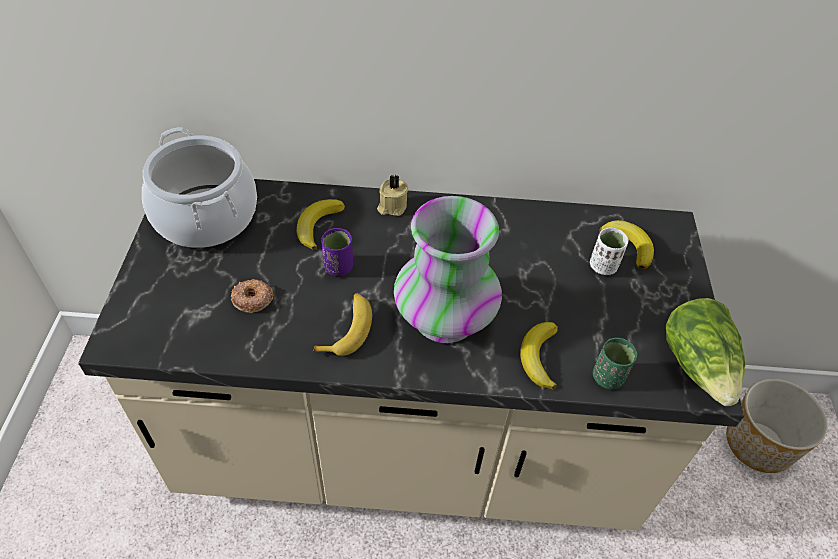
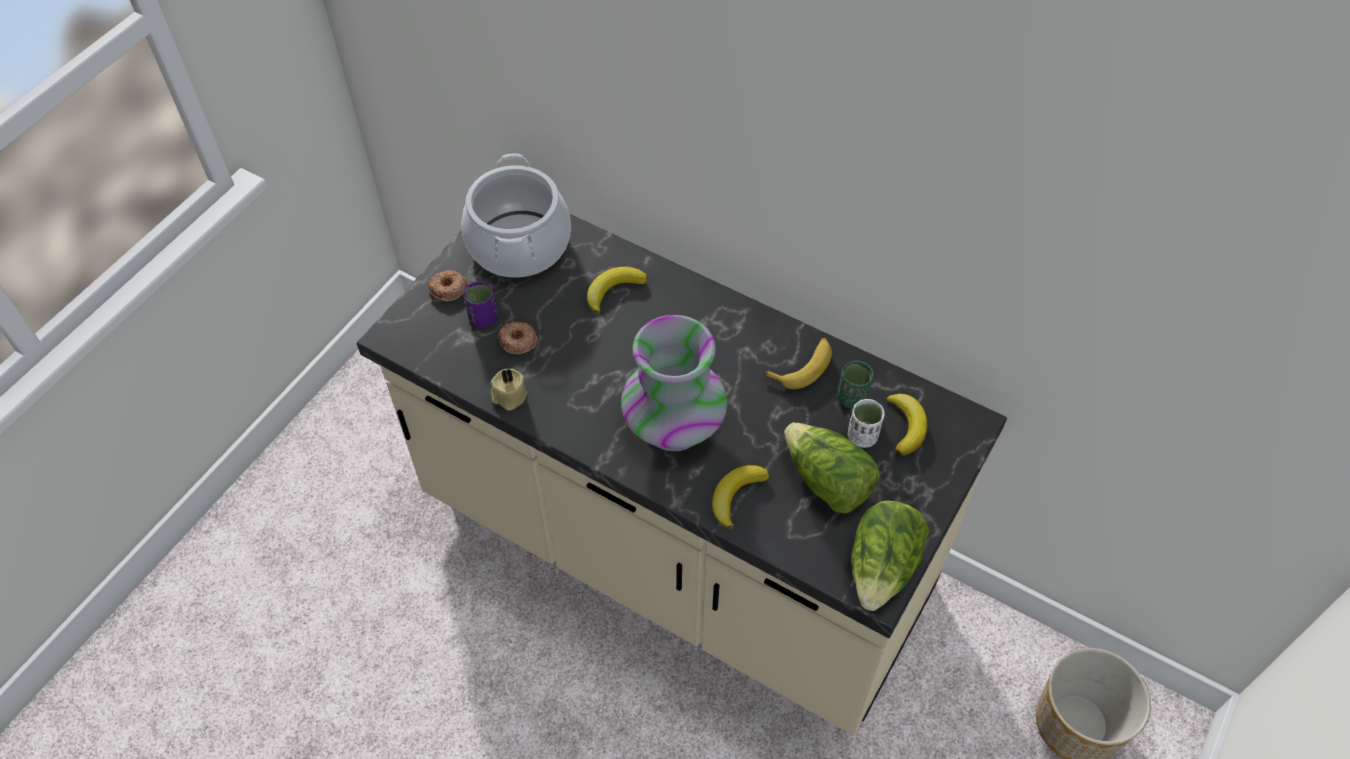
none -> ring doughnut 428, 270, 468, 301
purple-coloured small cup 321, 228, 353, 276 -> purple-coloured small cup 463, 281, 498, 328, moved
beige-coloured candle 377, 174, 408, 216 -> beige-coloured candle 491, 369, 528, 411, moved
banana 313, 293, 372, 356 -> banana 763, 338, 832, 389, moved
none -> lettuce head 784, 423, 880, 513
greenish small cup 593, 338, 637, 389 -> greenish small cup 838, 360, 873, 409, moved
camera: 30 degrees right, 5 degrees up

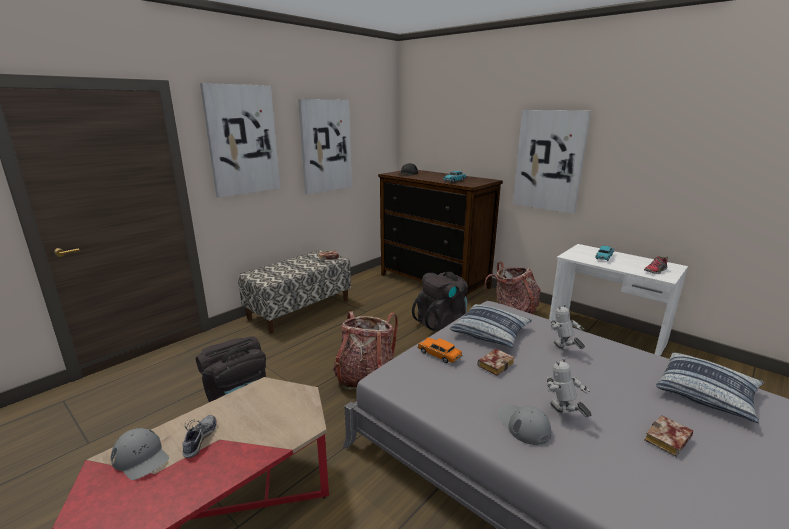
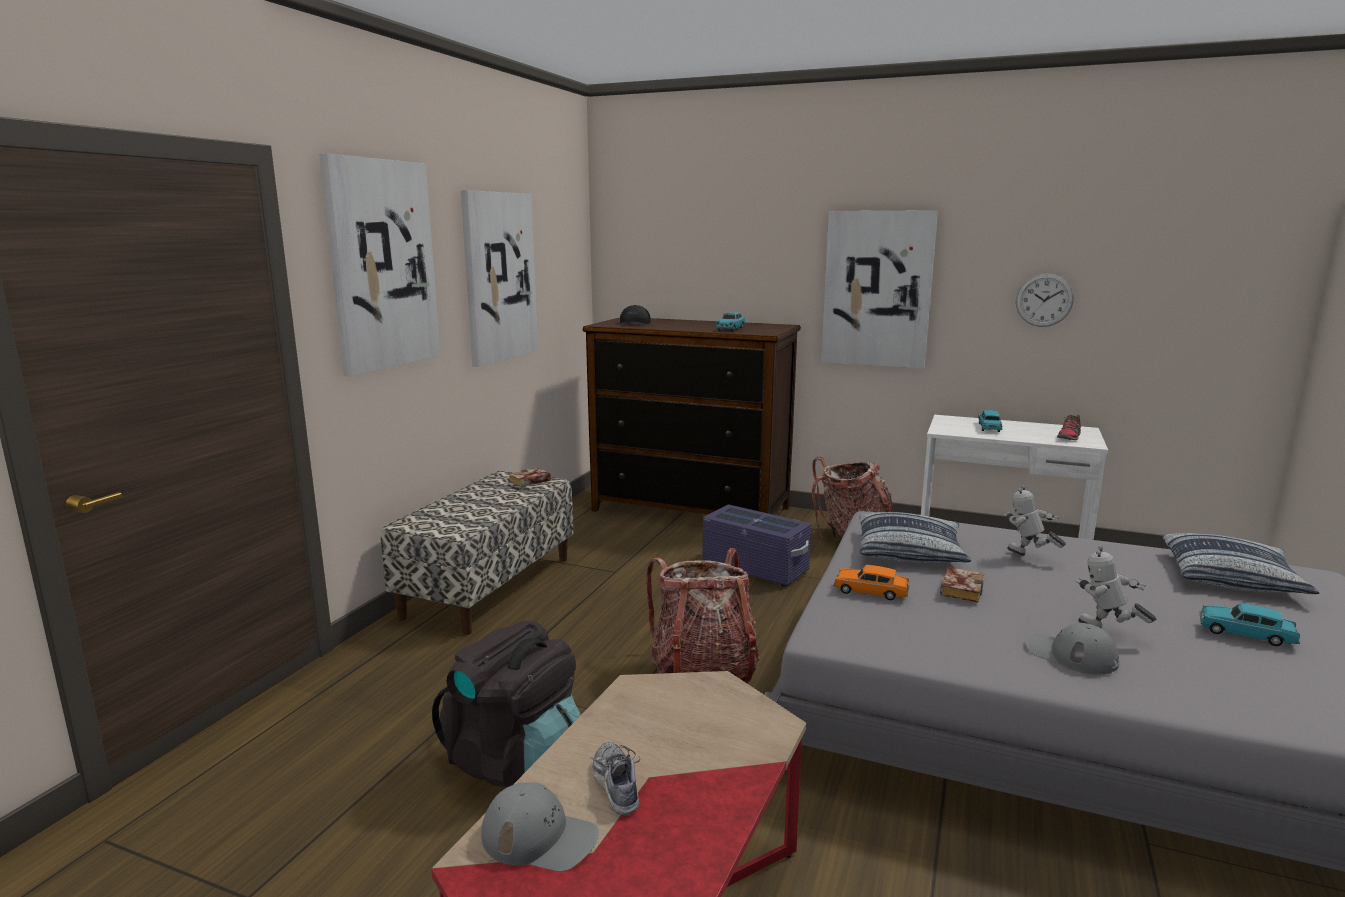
black-coloured backpack 412, 272, 468, 332 -> purple-coloured storage container 703, 504, 812, 586
none -> hanging clock 1016, 273, 1074, 327
book 645, 415, 693, 457 -> blue-green toy car 1199, 603, 1300, 646
camera: 20 degrees left, 5 degrees down

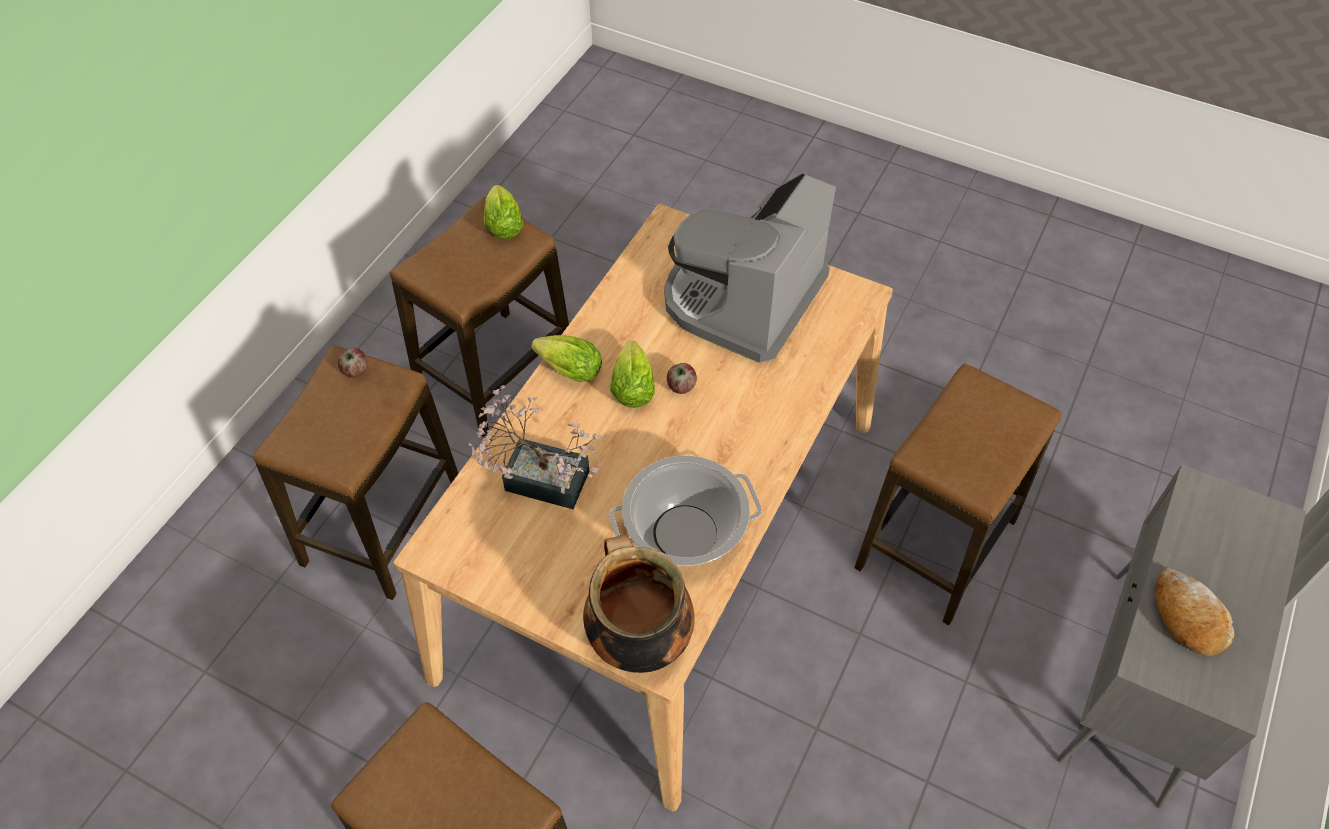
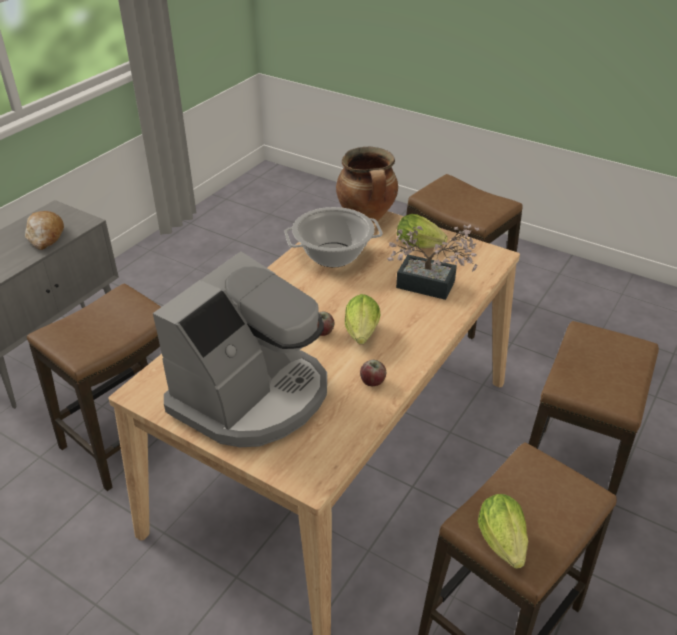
apple 338, 348, 368, 378 -> apple 360, 360, 386, 386, moved
lettuce head 531, 335, 602, 382 -> lettuce head 397, 214, 448, 248, moved
camera: 175 degrees left, 15 degrees down

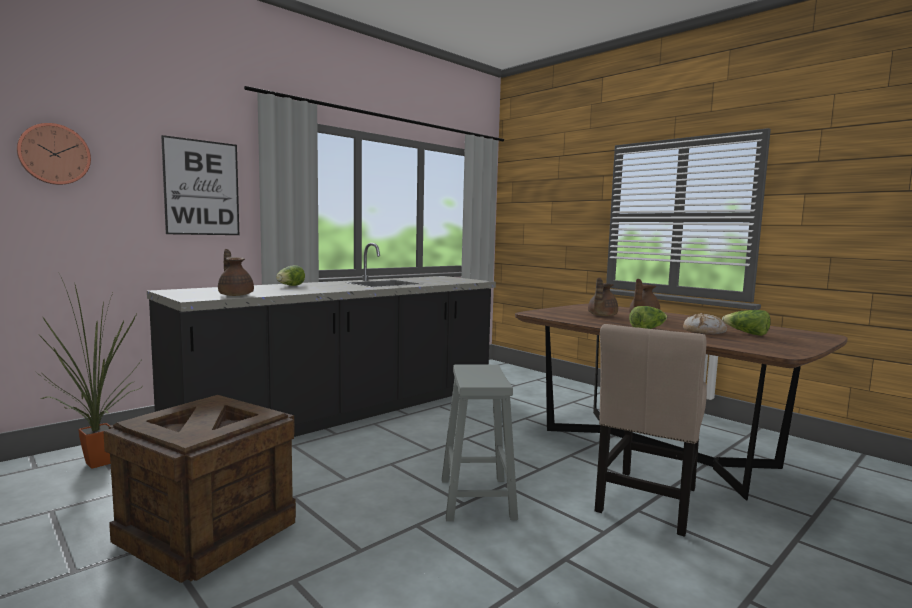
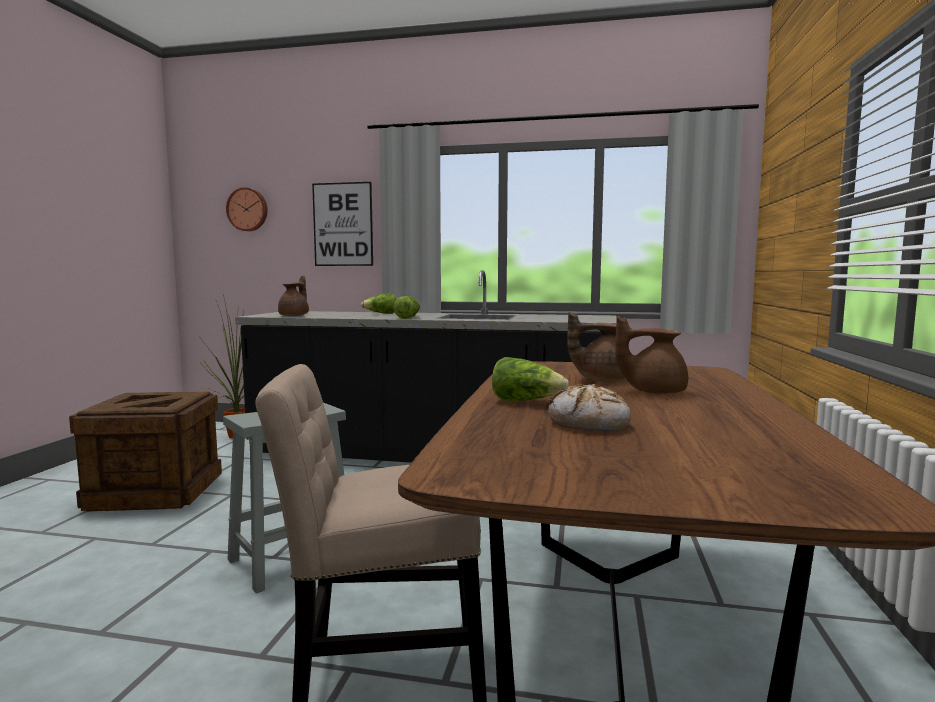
lettuce head 722, 310, 771, 336 -> lettuce head 393, 296, 420, 319, moved
camera: 55 degrees right, 0 degrees up

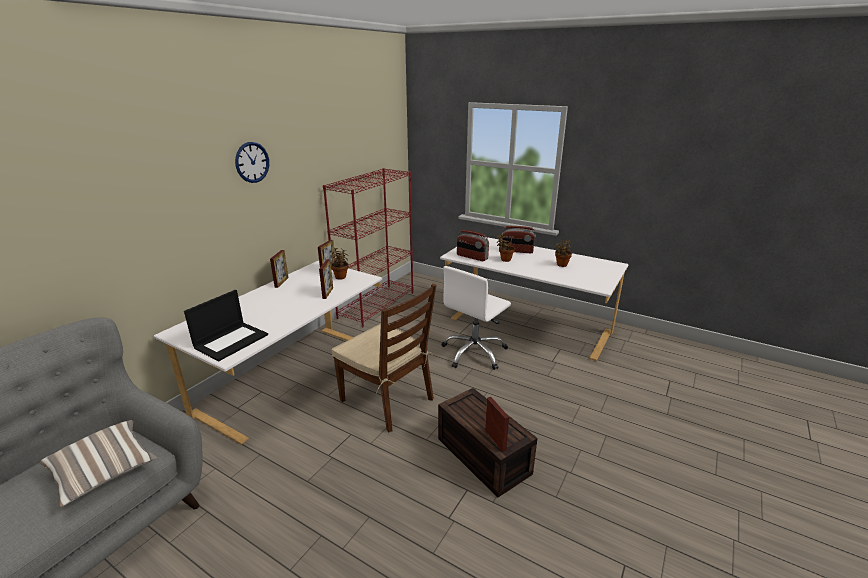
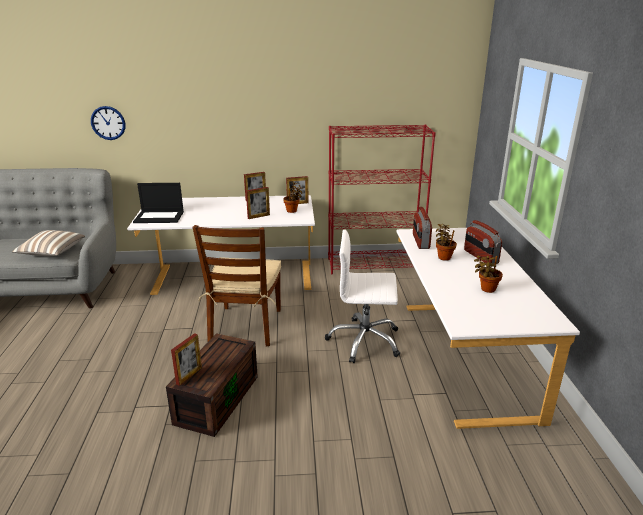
hanging clock 235, 142, 269, 183 -> hanging clock 91, 106, 125, 140, moved
camera: 55 degrees right, 0 degrees up

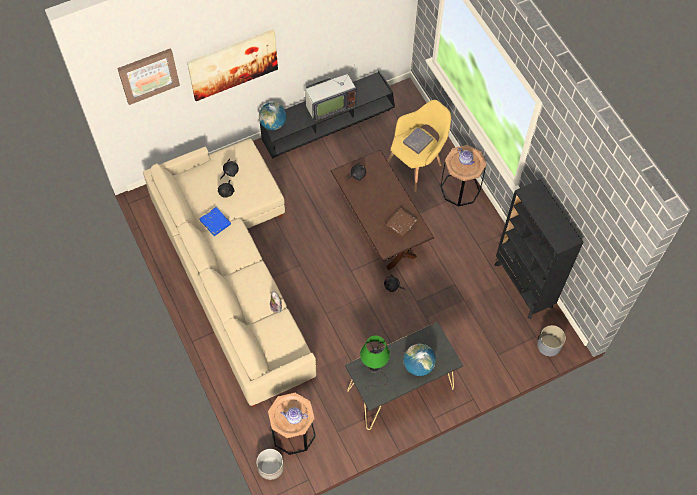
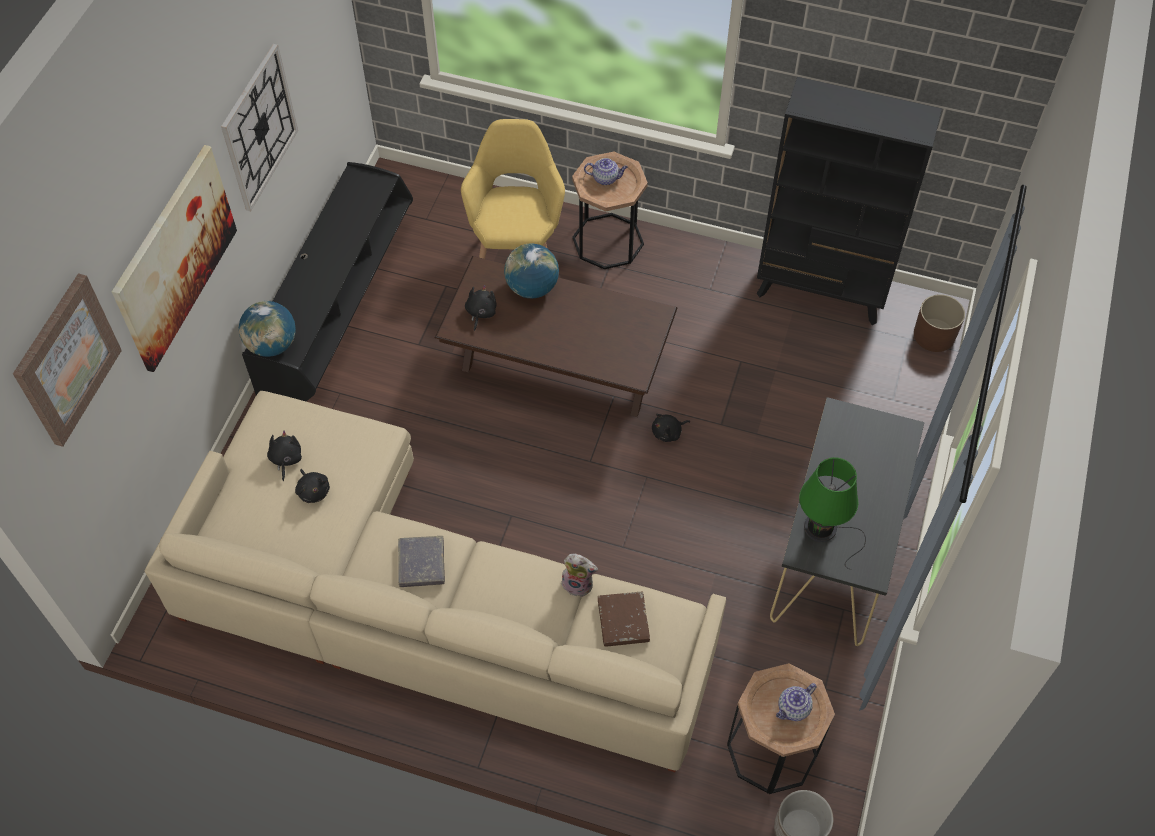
none -> hanging clock 221, 44, 298, 212
gray book 403, 127, 433, 154 -> gray book 398, 536, 445, 587, moved
desk globe 404, 344, 436, 376 -> desk globe 504, 243, 559, 298, moved
brown book 386, 209, 418, 238 -> brown book 598, 591, 650, 647, moved
gray planter 537, 325, 566, 356 -> brown planter 914, 294, 965, 352
bluish book 199, 207, 231, 236 -> none
television 305, 65, 357, 121 -> none
camera: 45 degrees left, 5 degrees down

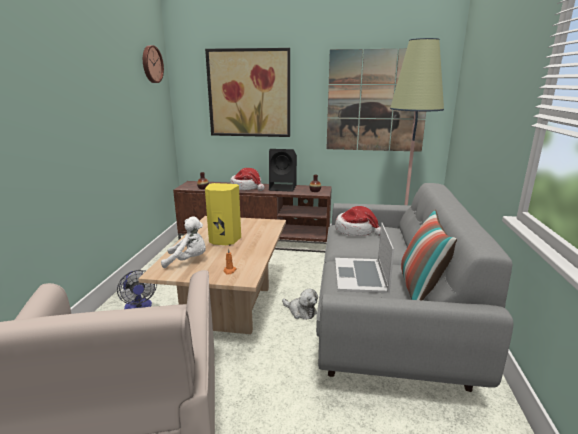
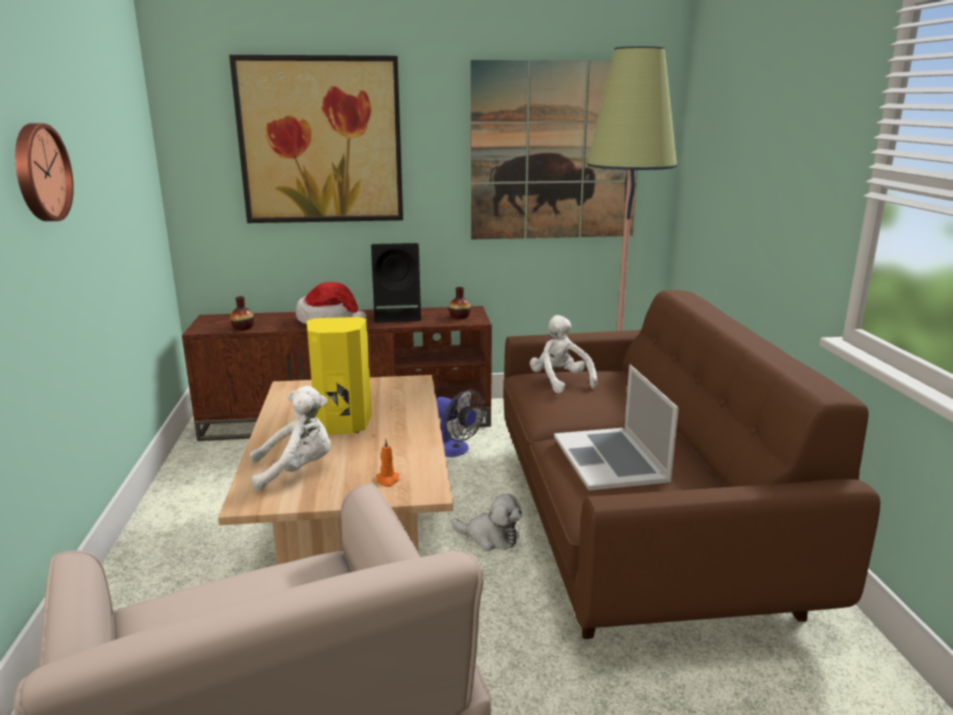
hanging clock 143, 45, 164, 83 -> hanging clock 15, 123, 74, 221, moved
cooling fan 117, 270, 157, 309 -> cooling fan 436, 389, 485, 457, moved
gray couch 316, 183, 514, 392 -> brown couch 503, 290, 880, 639
hat 335, 206, 381, 236 -> white plush toy 530, 315, 597, 394
cushion 401, 210, 457, 301 -> none
camera: 15 degrees left, 0 degrees up

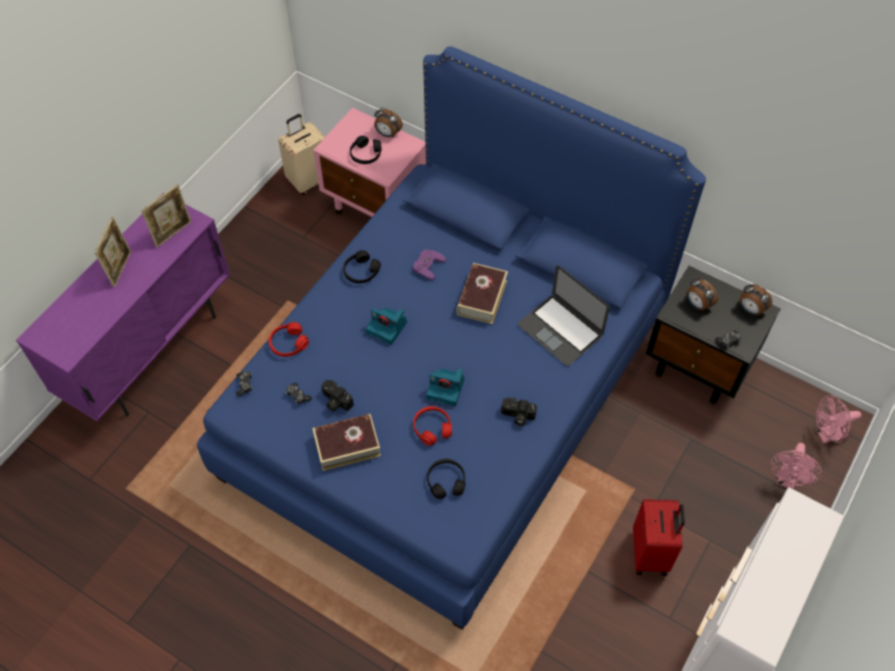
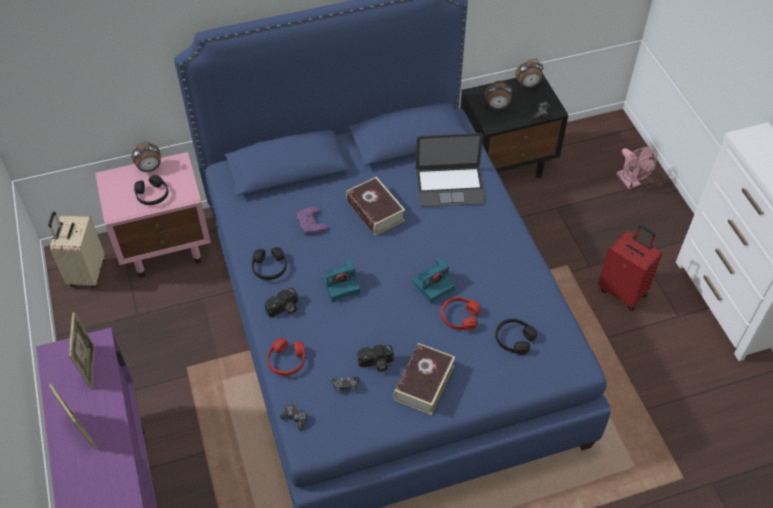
photo camera 501, 397, 537, 426 -> photo camera 265, 287, 298, 318, moved
pink cooling fan 816, 395, 861, 444 -> none
camera: 50 degrees left, 5 degrees down

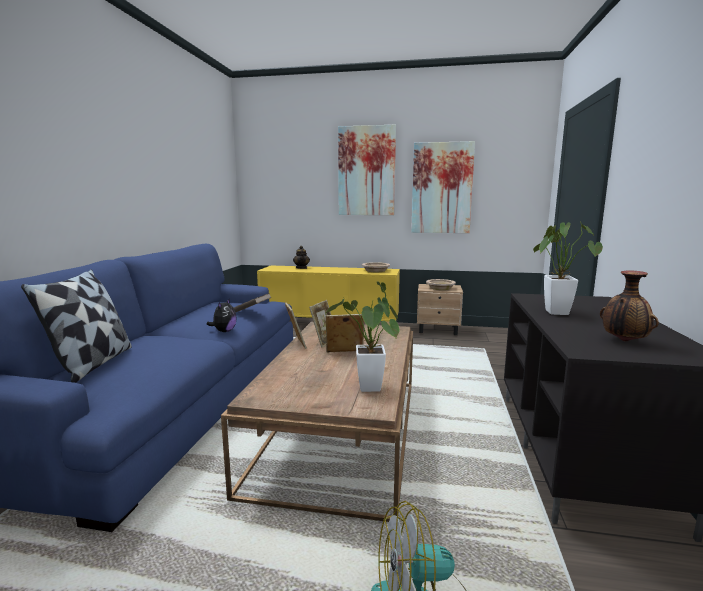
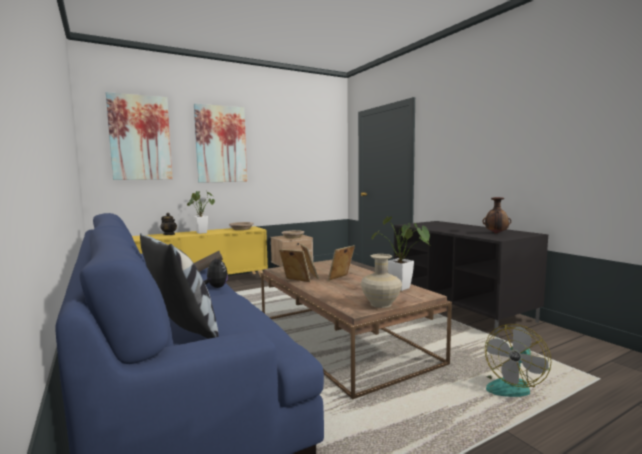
picture 411, 141, 475, 233 -> picture 106, 92, 173, 180, moved
potted plant 533, 221, 603, 315 -> potted plant 187, 191, 215, 234, moved
none -> beige-coloured vase 361, 254, 402, 308
camera: 40 degrees left, 5 degrees down

